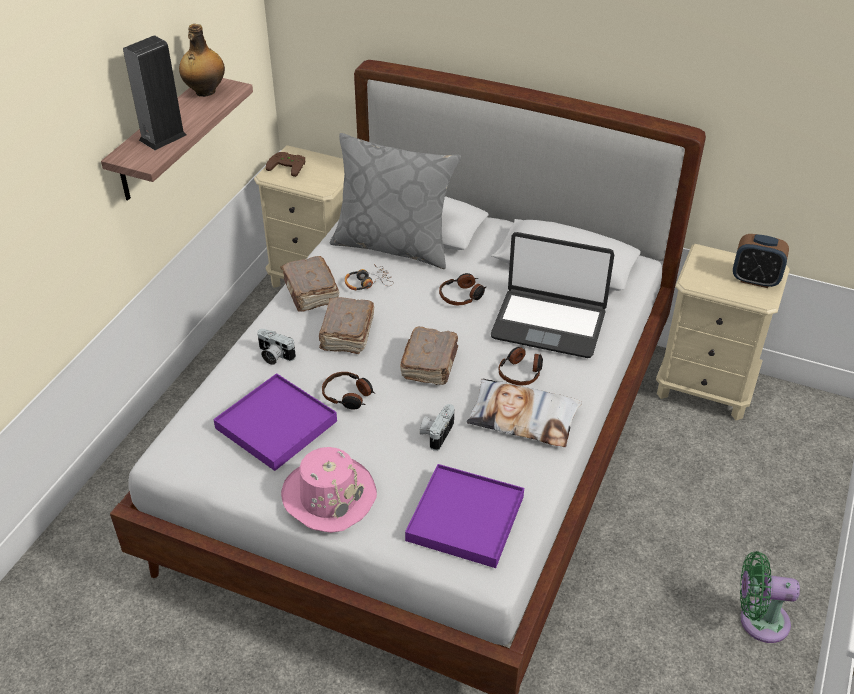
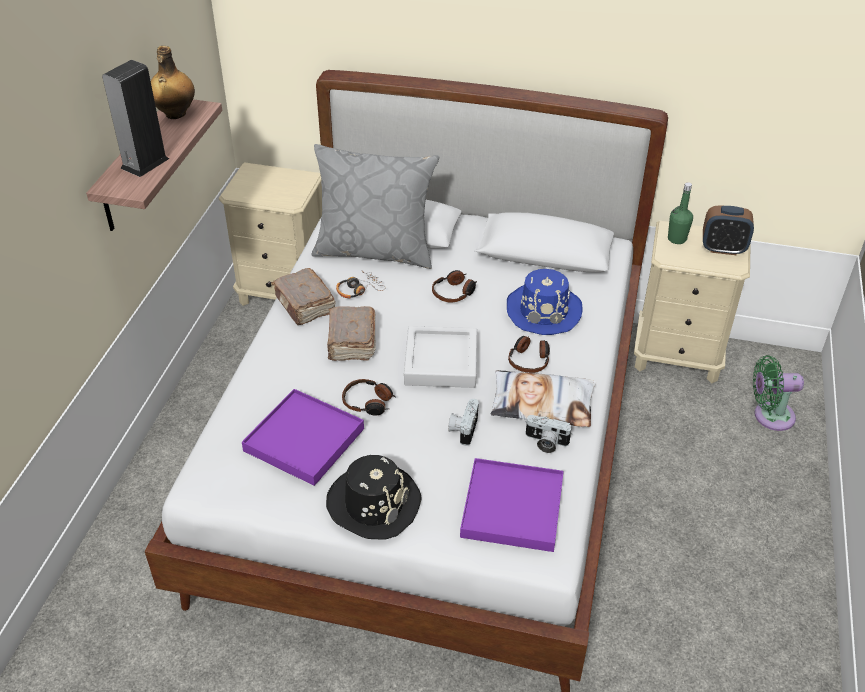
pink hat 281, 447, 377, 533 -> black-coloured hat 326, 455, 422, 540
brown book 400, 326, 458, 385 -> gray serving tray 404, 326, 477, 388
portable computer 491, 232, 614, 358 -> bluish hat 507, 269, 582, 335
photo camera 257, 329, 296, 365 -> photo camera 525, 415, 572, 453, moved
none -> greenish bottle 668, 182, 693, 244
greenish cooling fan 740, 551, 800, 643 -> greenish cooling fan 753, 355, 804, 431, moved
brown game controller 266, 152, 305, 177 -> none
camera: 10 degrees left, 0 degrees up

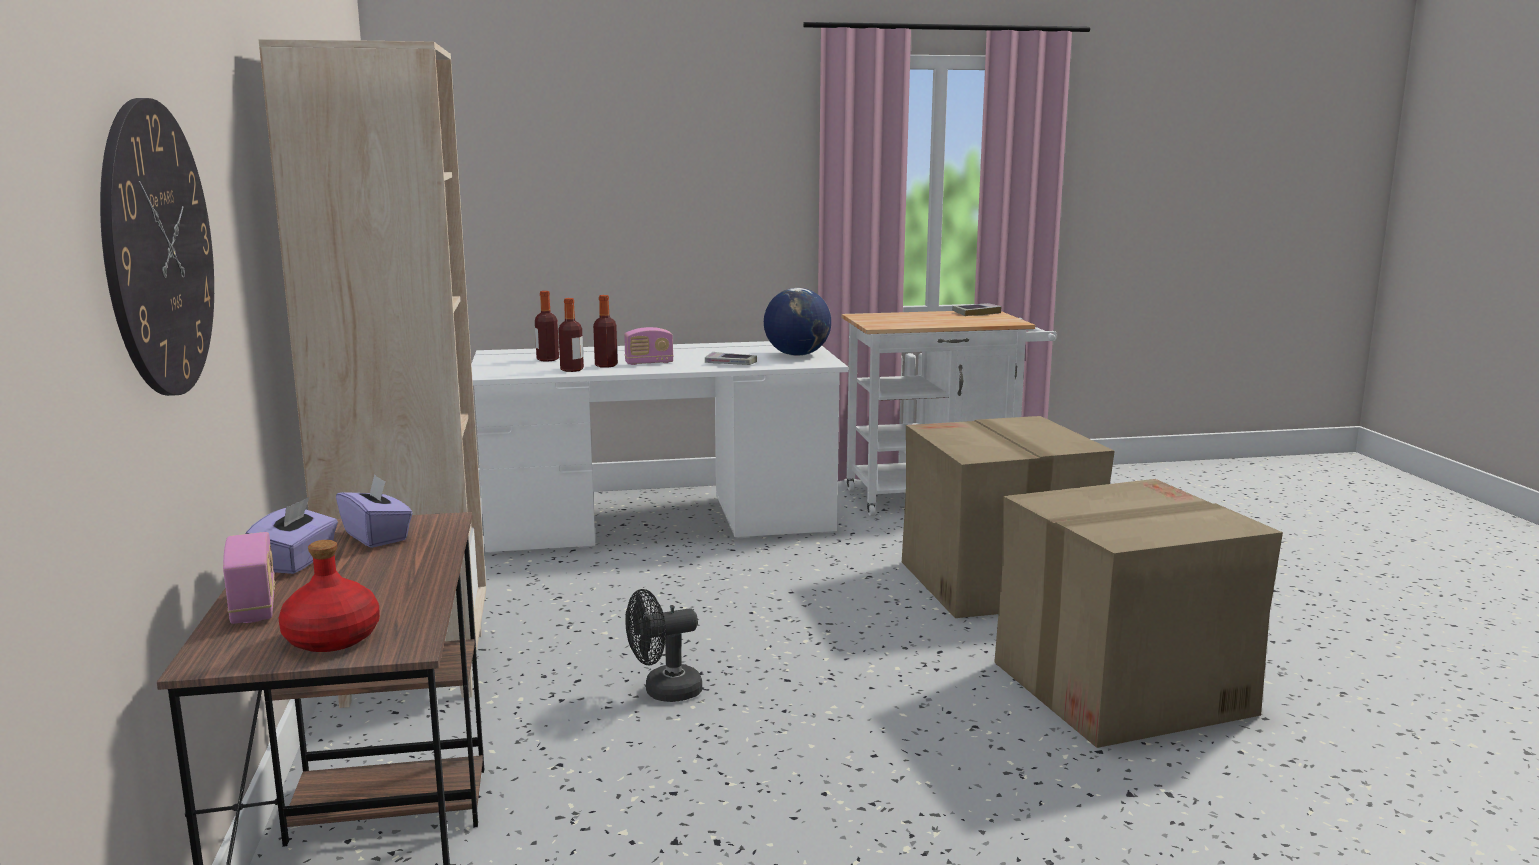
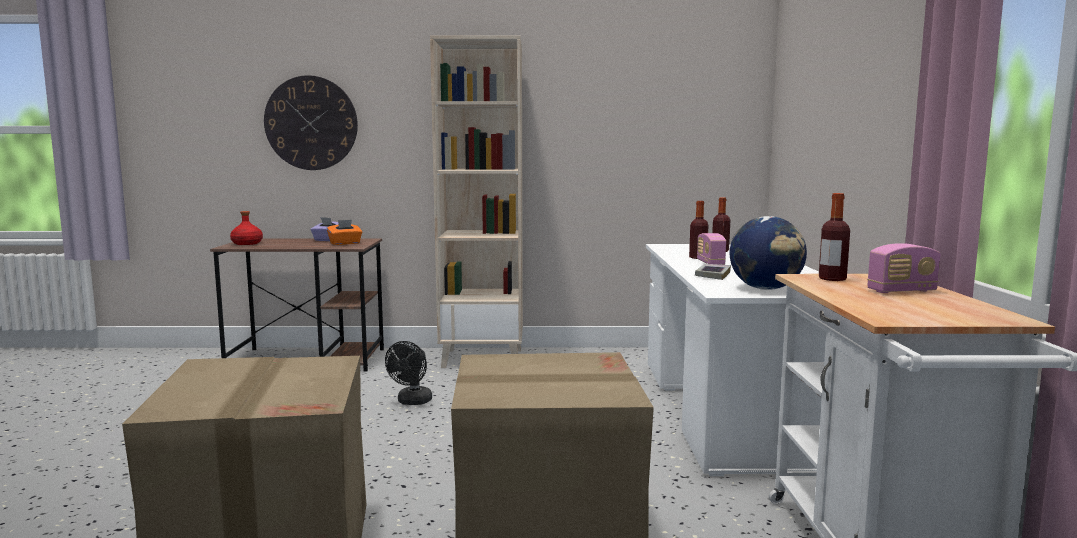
purple-coloured tissue holder 336, 474, 413, 548 -> orangey tissue holder 327, 220, 362, 245
black-coloured cooling fan 625, 589, 702, 702 -> black-coloured cooling fan 385, 341, 432, 405, 150 degrees counterclockwise
bottle 558, 298, 584, 372 -> bottle 819, 193, 850, 281, moved
radio 223, 532, 276, 624 -> radio 867, 243, 940, 293, moved
book 952, 303, 1002, 316 -> none
camera: 100 degrees right, 5 degrees down

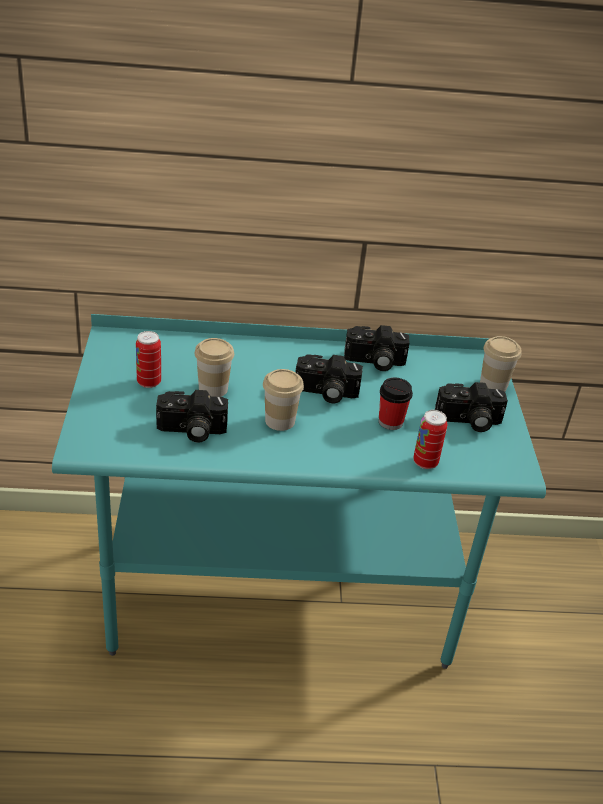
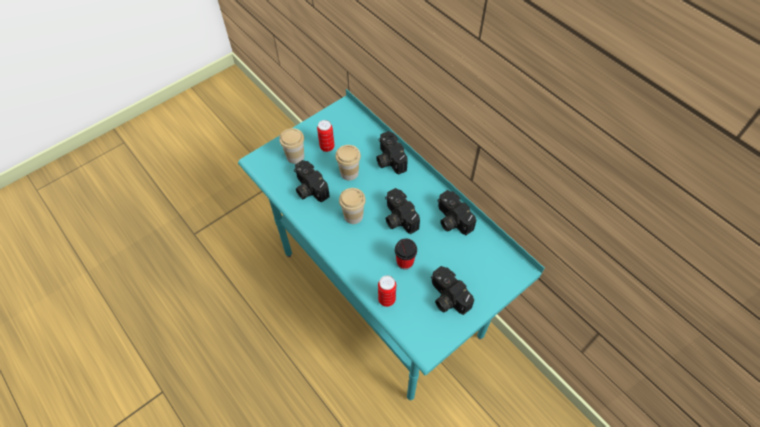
small cup 480, 336, 522, 391 -> small cup 279, 128, 304, 164, moved
none -> photo camera 376, 131, 408, 175
camera: 55 degrees right, 20 degrees up

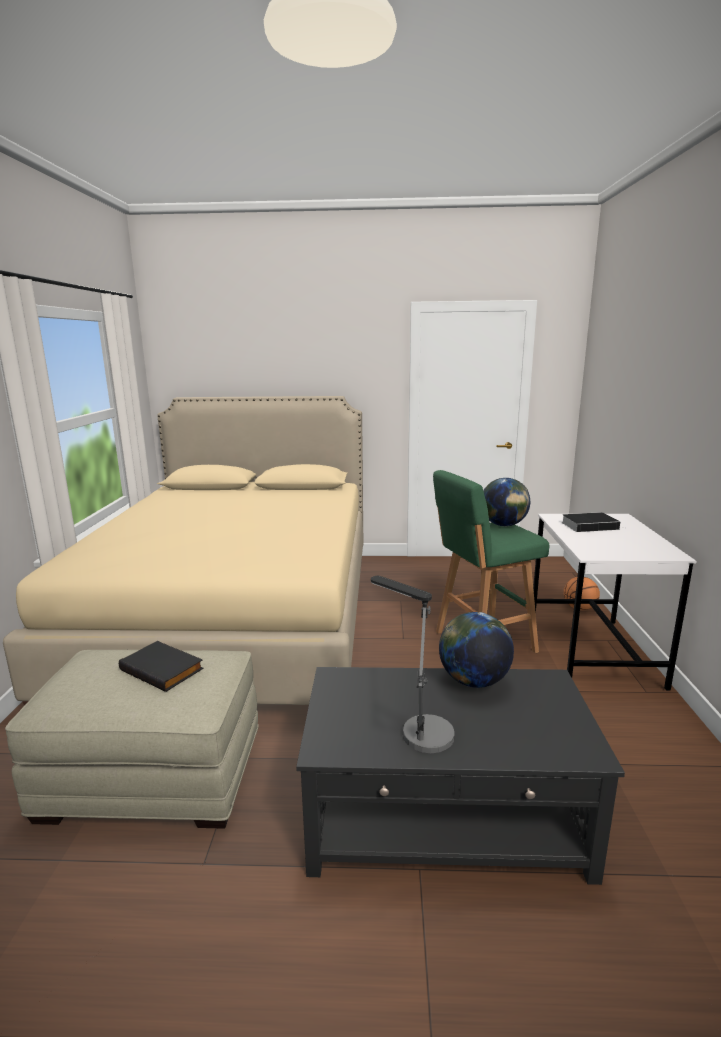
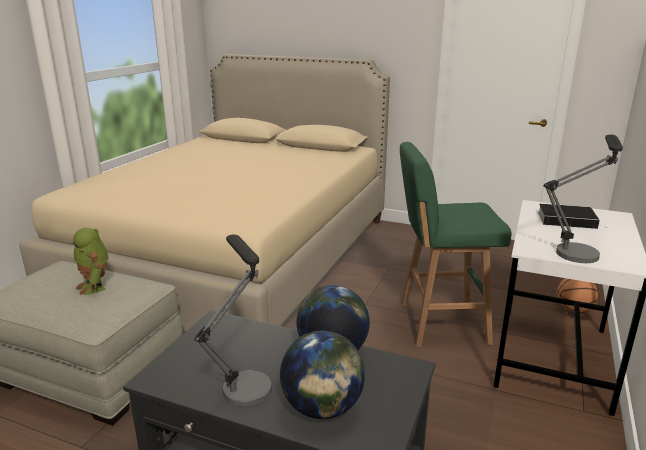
black-coloured book 119, 641, 204, 692 -> robot figure 73, 228, 109, 295
desk globe 484, 478, 530, 527 -> desk globe 280, 331, 365, 419, moved
none -> lamp for a table 544, 135, 623, 263
camera: 20 degrees right, 5 degrees up

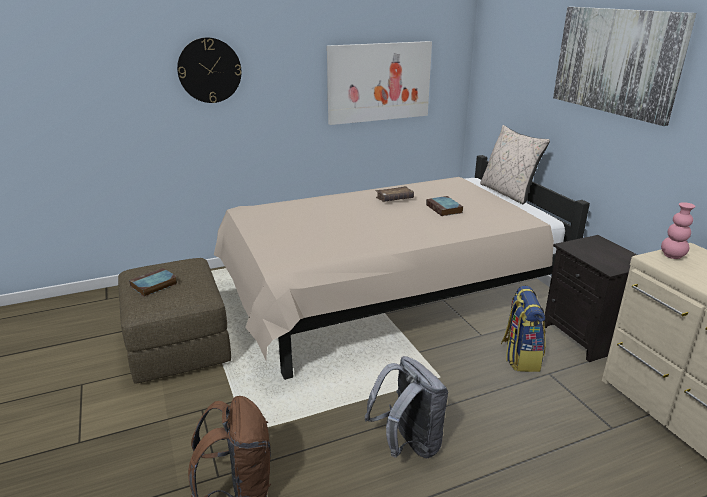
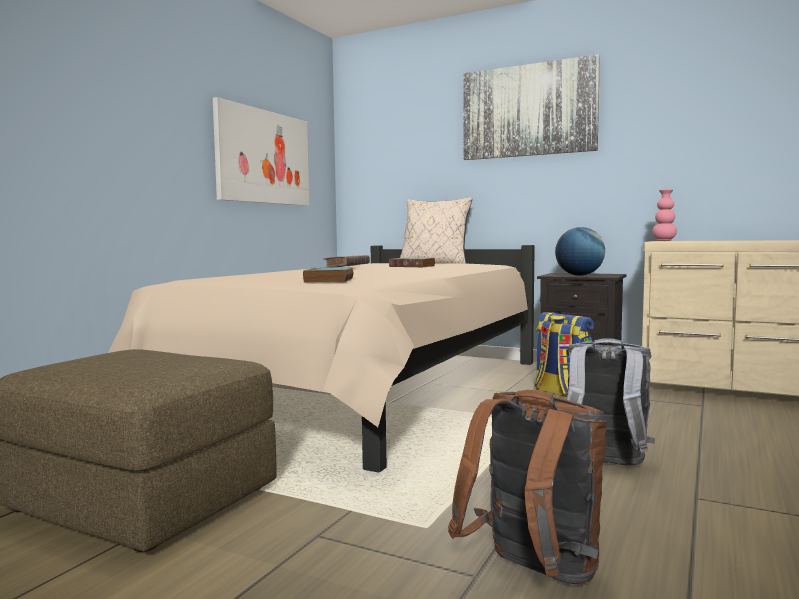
book 129, 268, 178, 297 -> book 303, 267, 354, 282, moved
none -> desk globe 555, 227, 605, 276
hanging clock 177, 37, 241, 103 -> none
camera: 40 degrees left, 20 degrees down

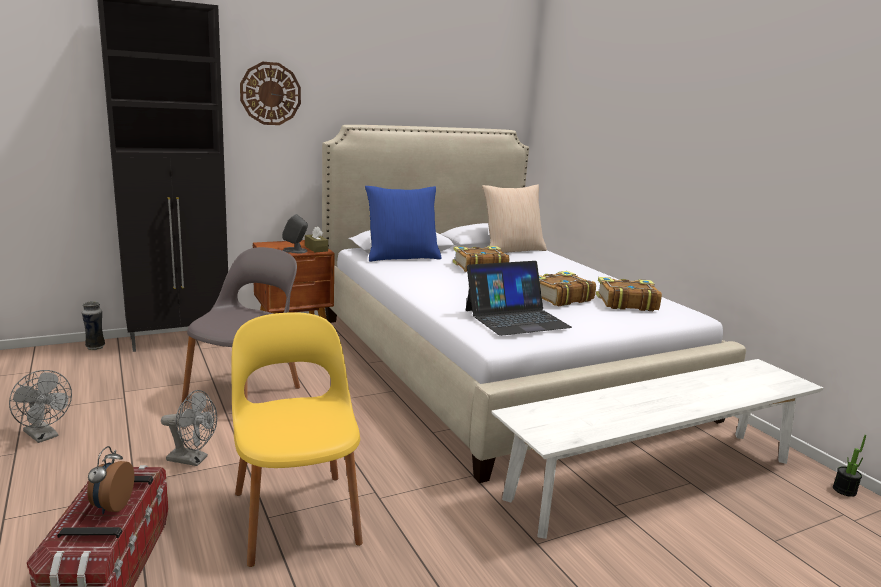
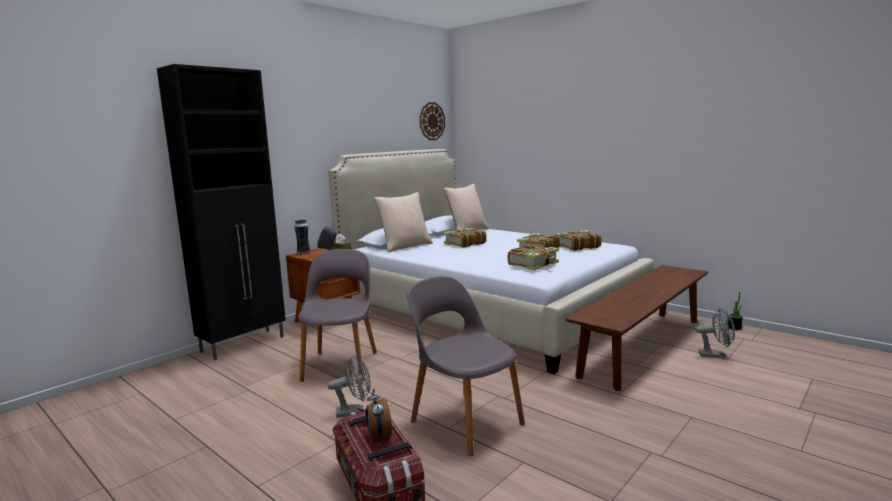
vase 82, 301, 105, 350 -> vase 294, 219, 310, 254, moved
bluish cushion 365, 186, 442, 262 -> beige-coloured cushion 374, 192, 433, 253
yellow-coloured upright chair 232, 312, 363, 567 -> gray upright chair 407, 276, 525, 456
hanging clock 240, 62, 301, 125 -> hanging clock 420, 102, 445, 140, moved
portable computer 466, 261, 572, 336 -> book 508, 244, 559, 270
white long seat 491, 359, 823, 539 -> brown long seat 566, 265, 708, 391
gray cooling fan 9, 370, 72, 443 -> gray cooling fan 696, 308, 735, 359, moved
camera: 20 degrees left, 5 degrees down

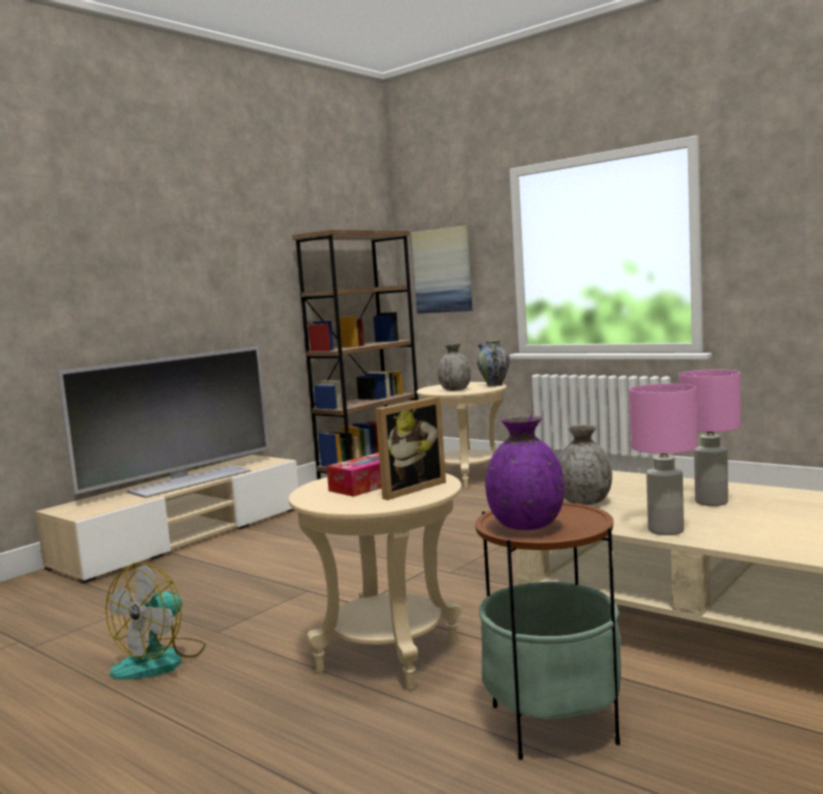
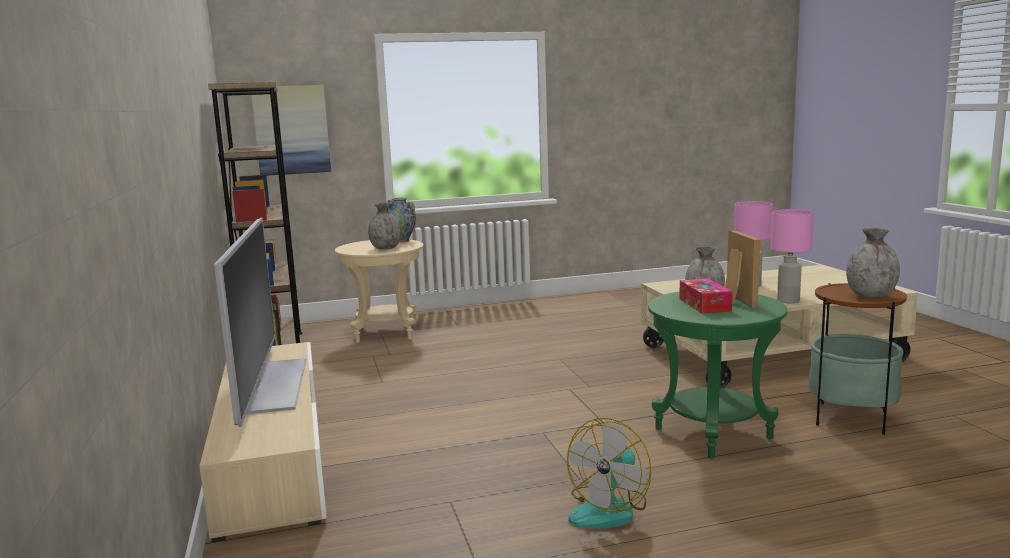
cooling fan 106, 562, 206, 680 -> cooling fan 567, 418, 652, 529, 60 degrees clockwise
beige-coloured end table 289, 473, 462, 690 -> greenish end table 648, 291, 788, 459
purple-coloured vase 485, 415, 565, 530 -> gray vase 846, 228, 900, 298
camera: 55 degrees left, 5 degrees up

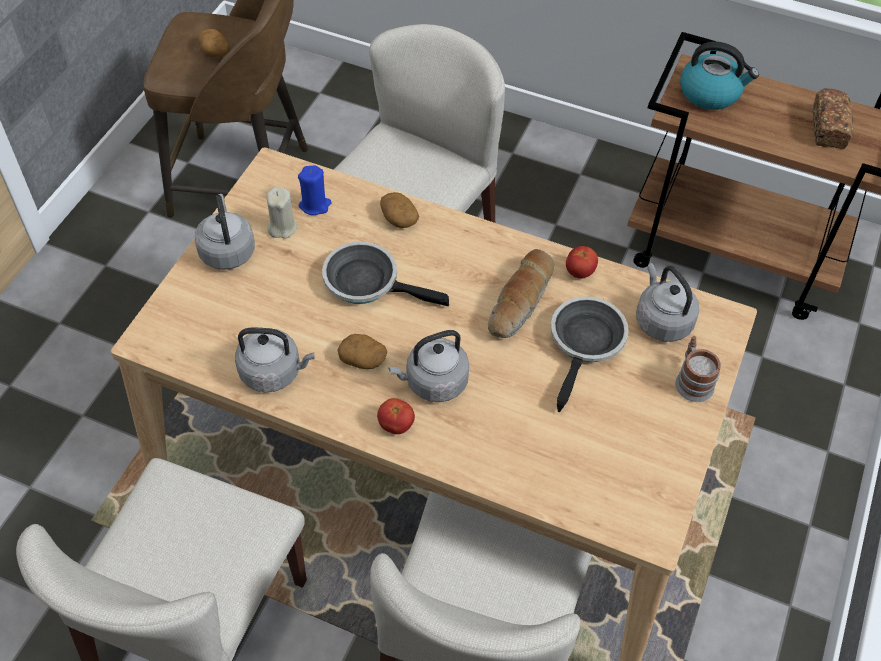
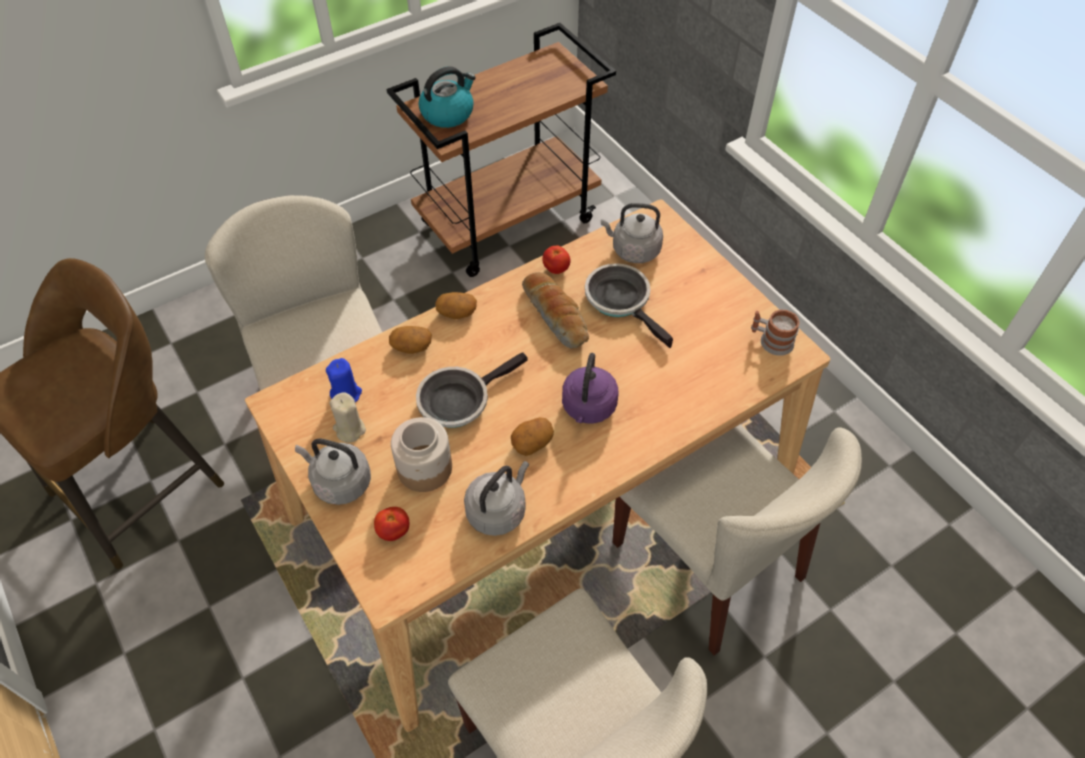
fresh tomato 377, 398, 415, 434 -> fresh tomato 374, 507, 409, 541, moved
none -> jar 391, 417, 452, 492
spud 198, 29, 230, 58 -> spud 435, 292, 477, 319, moved
gray water kettle 388, 330, 469, 402 -> purple-coloured water kettle 562, 353, 618, 424
coffee mug 675, 336, 721, 402 -> coffee mug 751, 309, 799, 356, moved
bakery bread 813, 88, 853, 149 -> none
camera: 55 degrees left, 0 degrees up

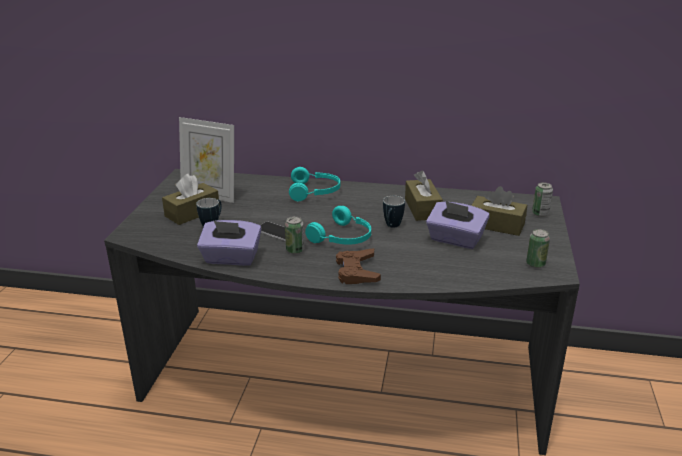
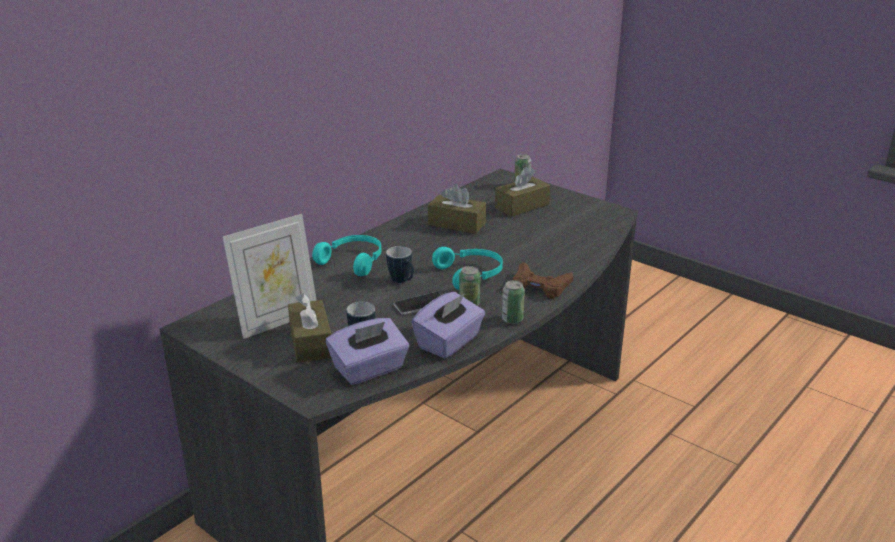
purple-coloured tissue holder 426, 201, 490, 249 -> purple-coloured tissue holder 326, 318, 409, 385, moved
coffee mug 383, 196, 405, 228 -> coffee mug 386, 246, 414, 283, moved
metal can 526, 229, 550, 268 -> metal can 502, 280, 525, 324, moved
camera: 60 degrees left, 0 degrees up

